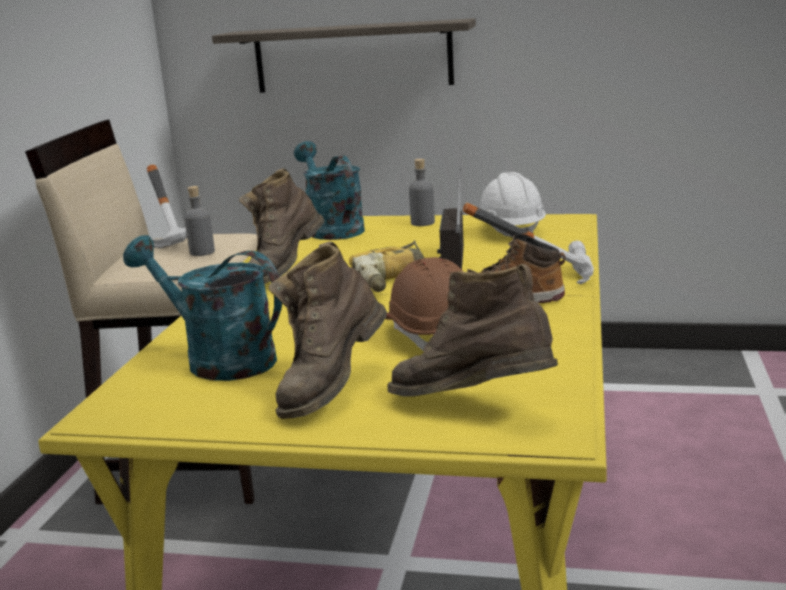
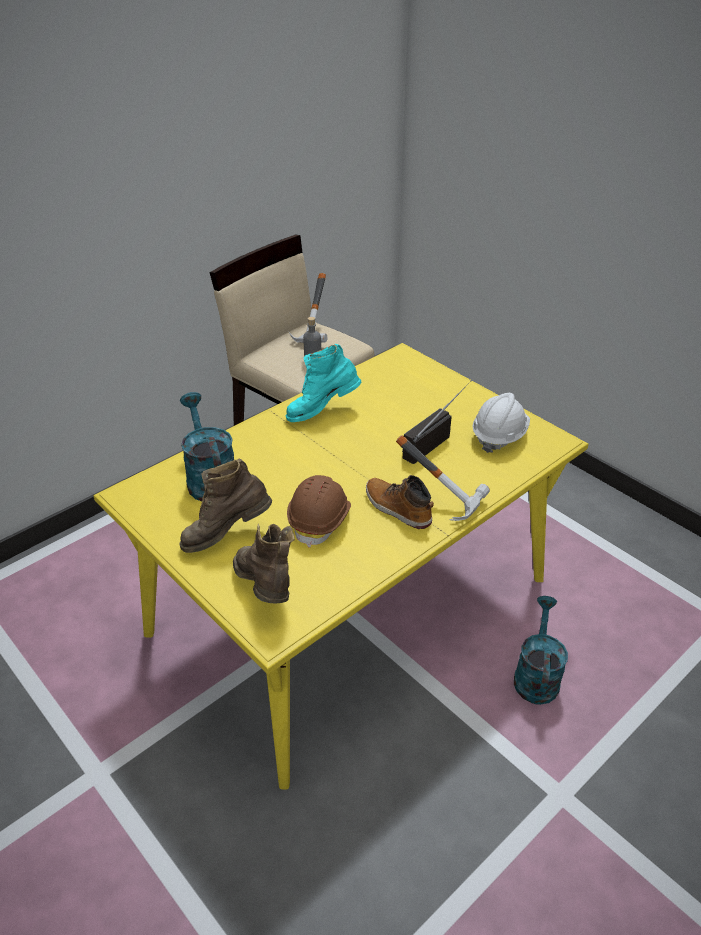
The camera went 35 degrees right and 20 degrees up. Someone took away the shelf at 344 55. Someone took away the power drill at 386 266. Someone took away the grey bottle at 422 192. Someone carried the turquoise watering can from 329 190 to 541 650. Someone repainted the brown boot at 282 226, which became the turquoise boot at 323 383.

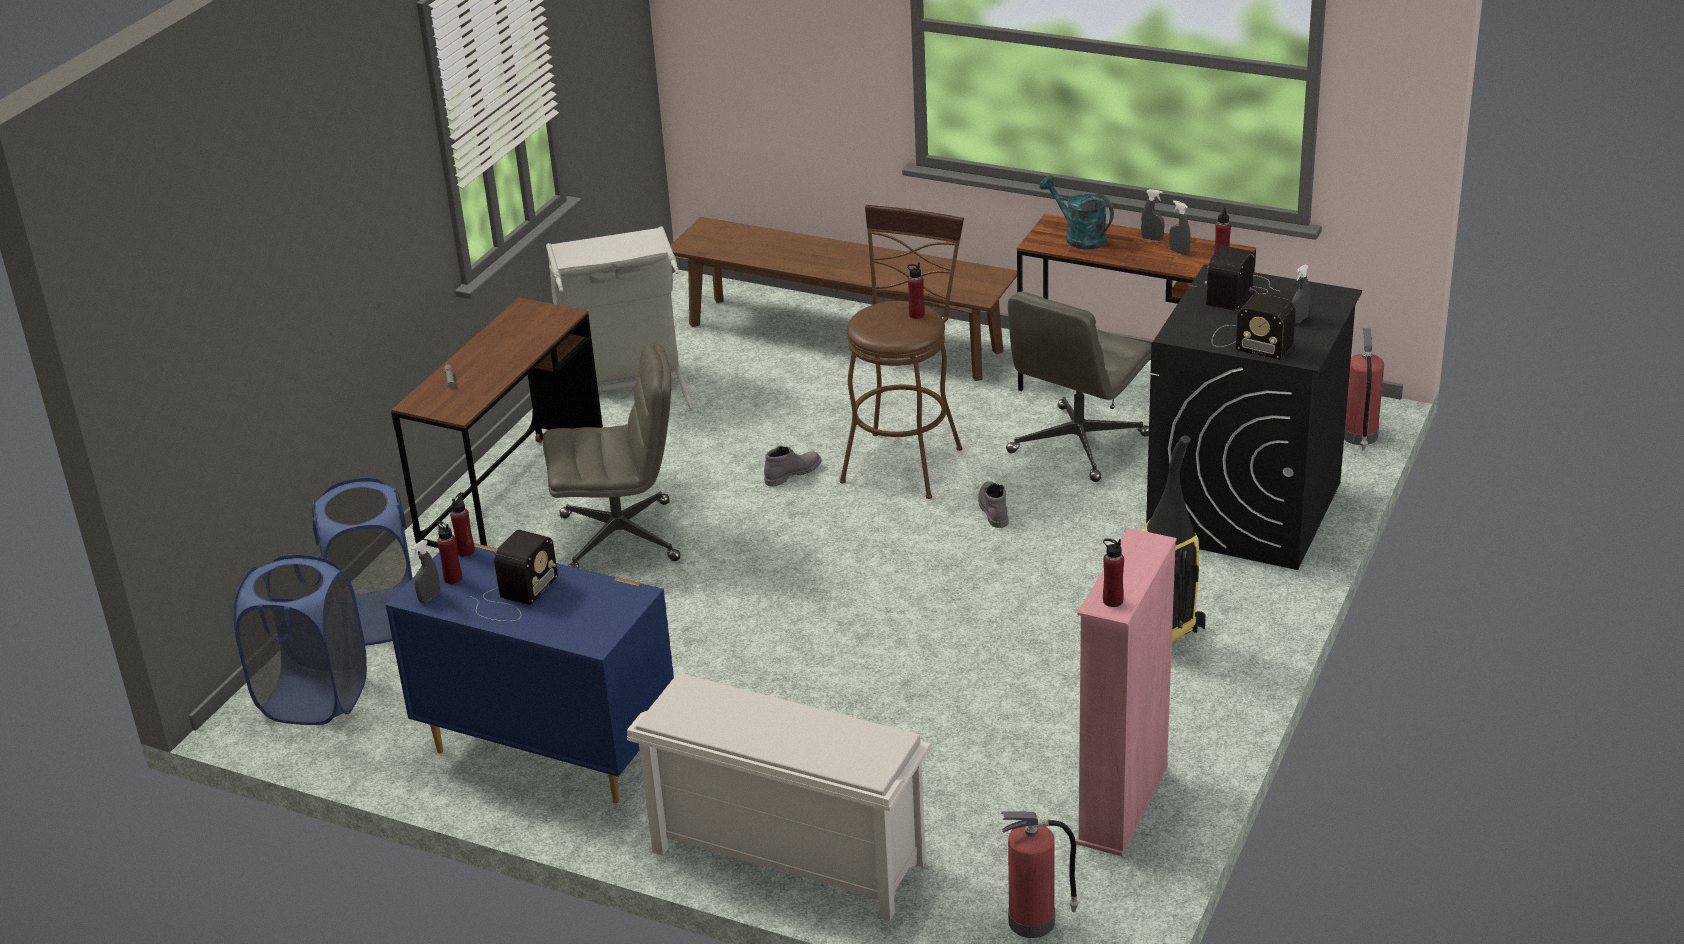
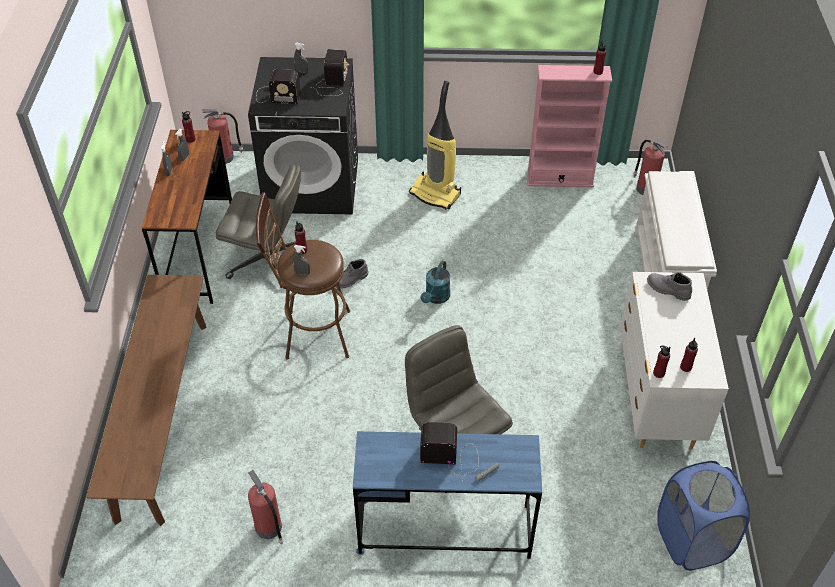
The camera went 115 degrees left and 15 degrees up. Someone took away the blue laundry basket at 362 562. Someone carried the grey spray bottle from 425 571 to 301 260. Someone carried the radio from 514 575 to 449 451. Someone carried the grey boot from 793 466 to 669 286. Someone carried the turquoise watering can from 1077 212 to 435 282. Someone swapped the grey laundry basket at 619 318 for the fire extinguisher at 266 507. Someone repainted the blue dresser at 530 673, which became the white dresser at 674 360. Someone repainted the brown desk at 497 428, which became the blue desk at 447 495.

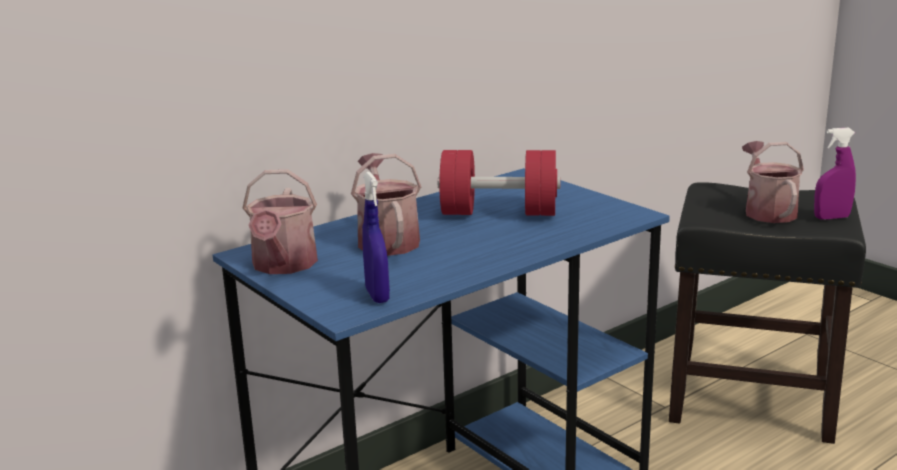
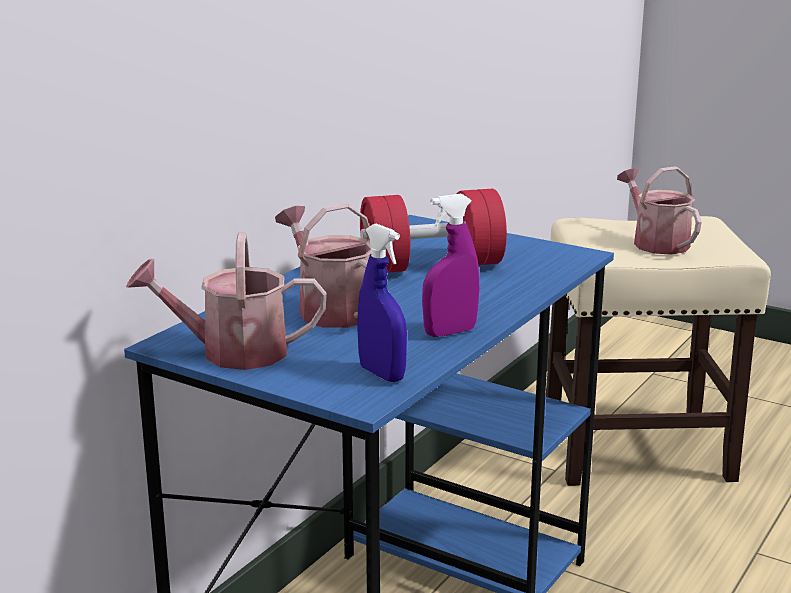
The camera went 20 degrees left and 0 degrees up. Someone carried the purple spray bottle from 835 174 to 450 265. Someone repainted the black stool at 767 313, which became the beige stool at 658 351. Someone rotated the watering can at 280 221 by 105 degrees clockwise.

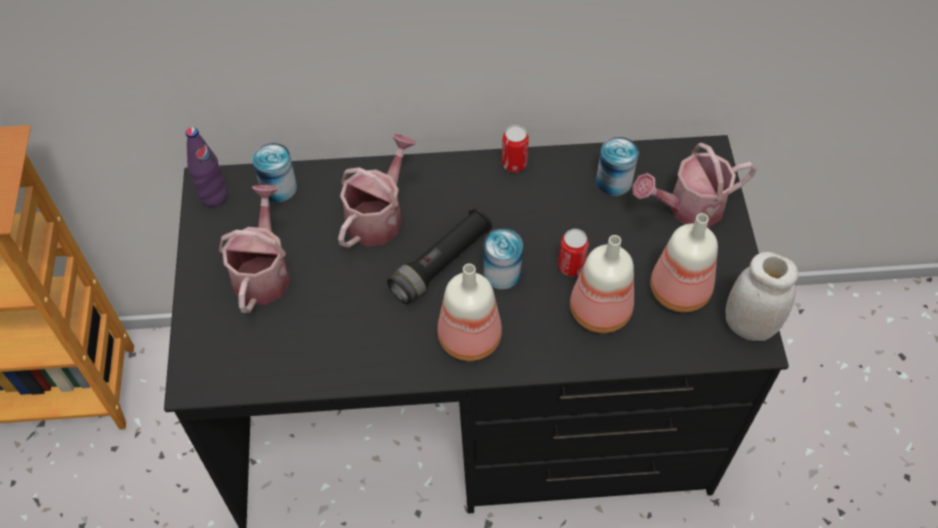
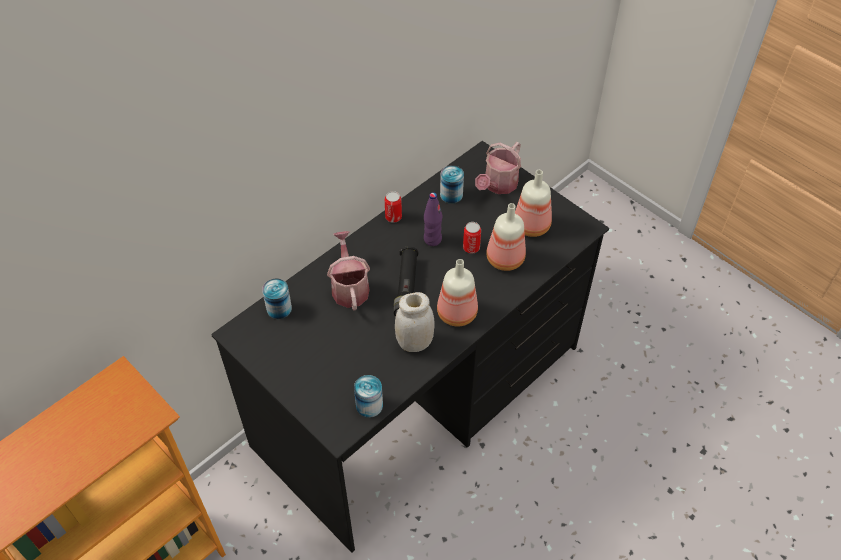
The camera went 40 degrees left and 5 degrees down. Someone took away the watering can at 254 249. Someone carried the purple bottle from 207 167 to 433 219. Someone carried the can from 503 259 to 368 396. Someone carried the white jar from 761 296 to 415 322.

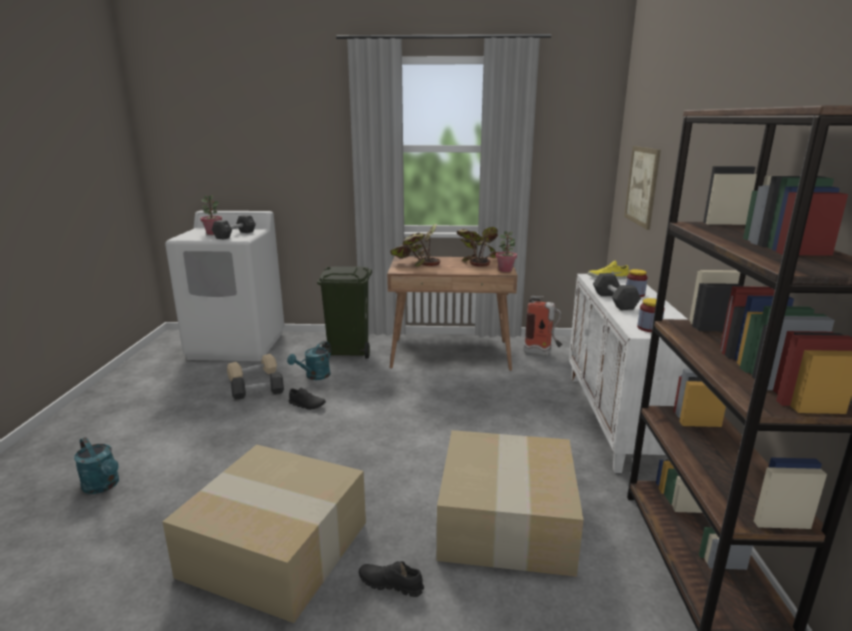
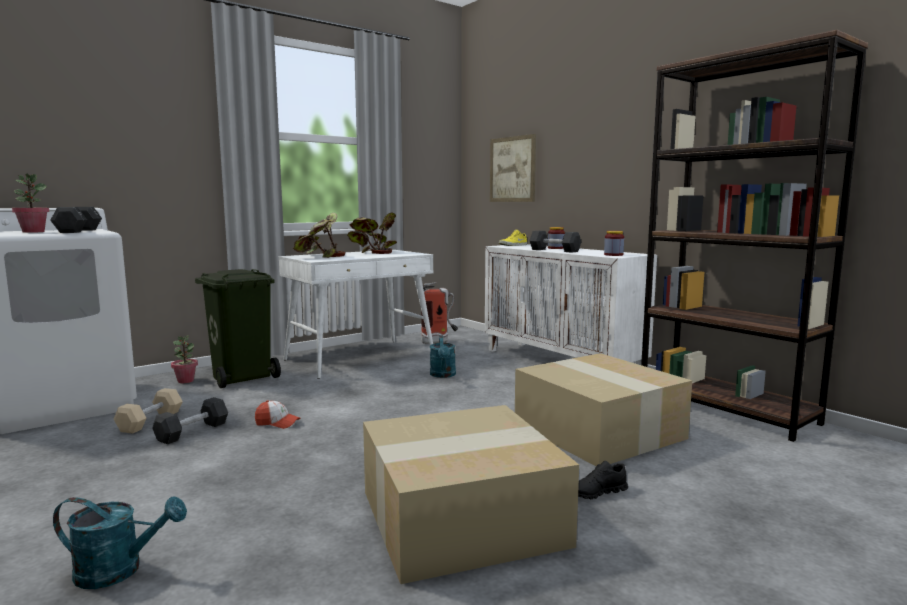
The camera went 40 degrees left and 10 degrees down. Someone carried the turquoise watering can from 309 360 to 443 356. Someone carried the potted plant from 506 251 to 184 359. Someone swapped the black shoe at 307 399 for the cap at 278 414. Someone repainted the brown desk at 452 313, which became the white desk at 356 314.

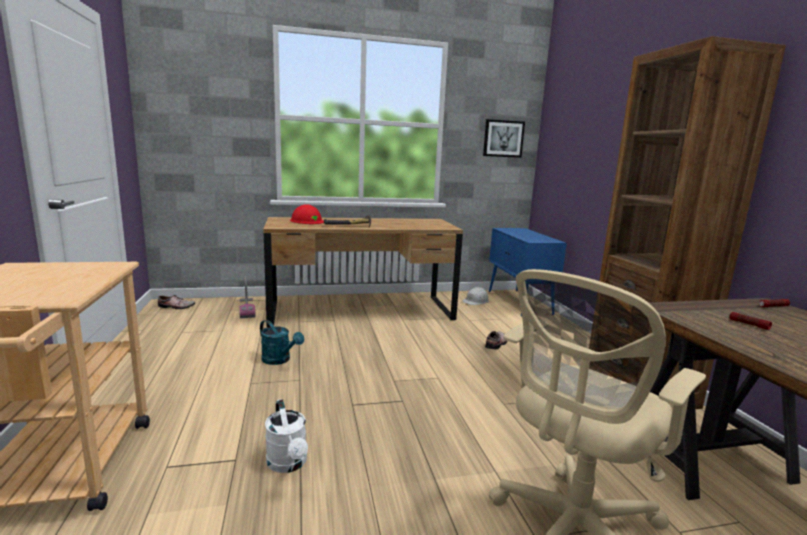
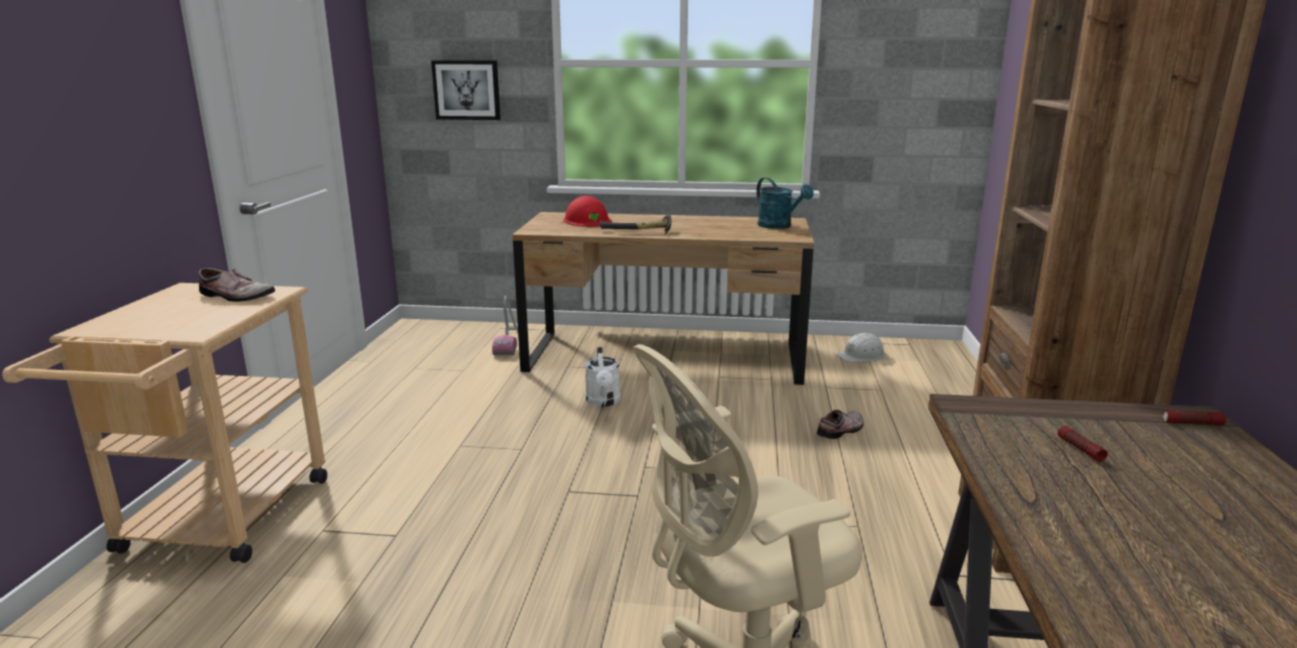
The camera went 20 degrees right and 5 degrees up. Someone took away the blue cabinet at 528 272. Someone carried the shoe from 176 302 to 236 285. Someone carried the turquoise watering can from 282 342 to 785 203. Someone carried the white watering can from 286 436 to 602 377. Someone carried the picture from 504 138 to 465 90.

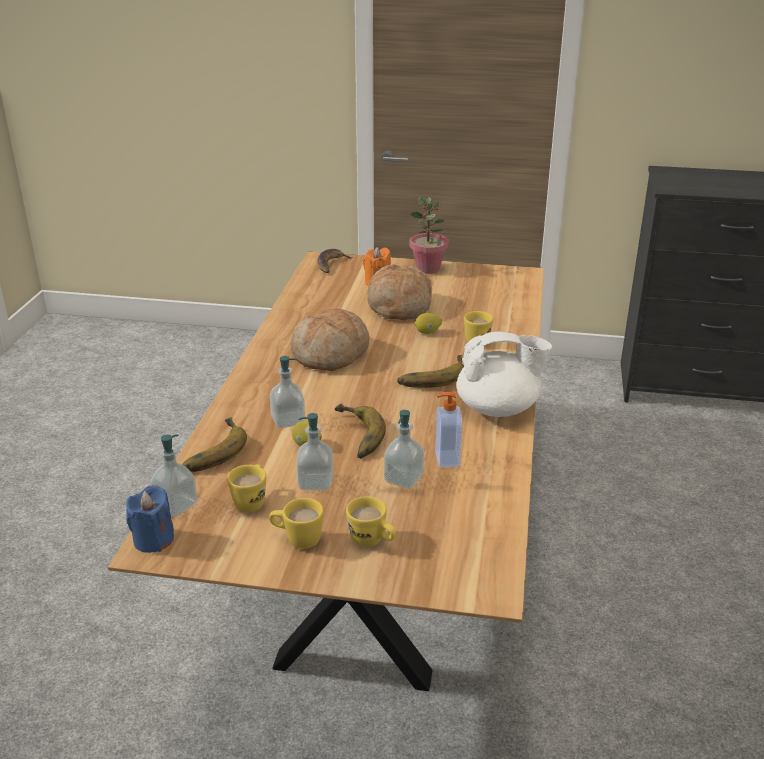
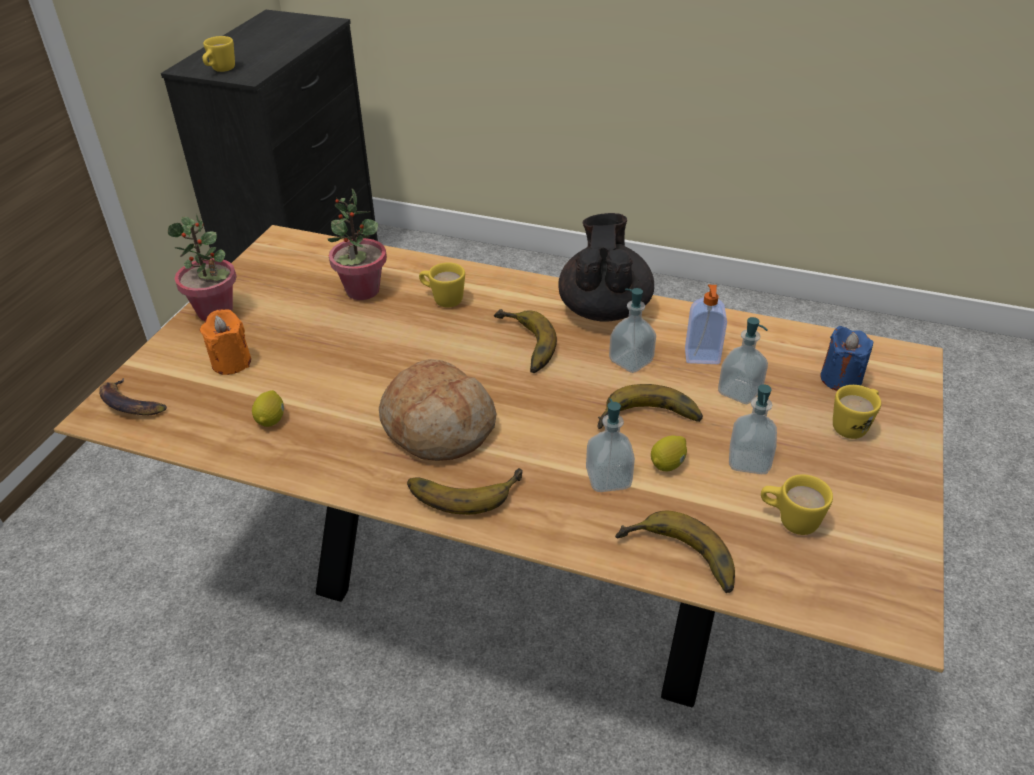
The camera went 80 degrees left and 10 degrees up. Someone took away the bread at 399 292. Someone put down the potted plant at 357 244. Someone put down the banana at 465 491. Someone carried the blue candle from 150 519 to 846 358. Someone carried the soap dispenser from 174 475 to 632 330. Someone carried the yellow mug from 296 523 to 218 54. Someone carried the lemon from 428 323 to 268 408. Someone repainted the white teapot at 504 374, which became the black teapot at 606 267.

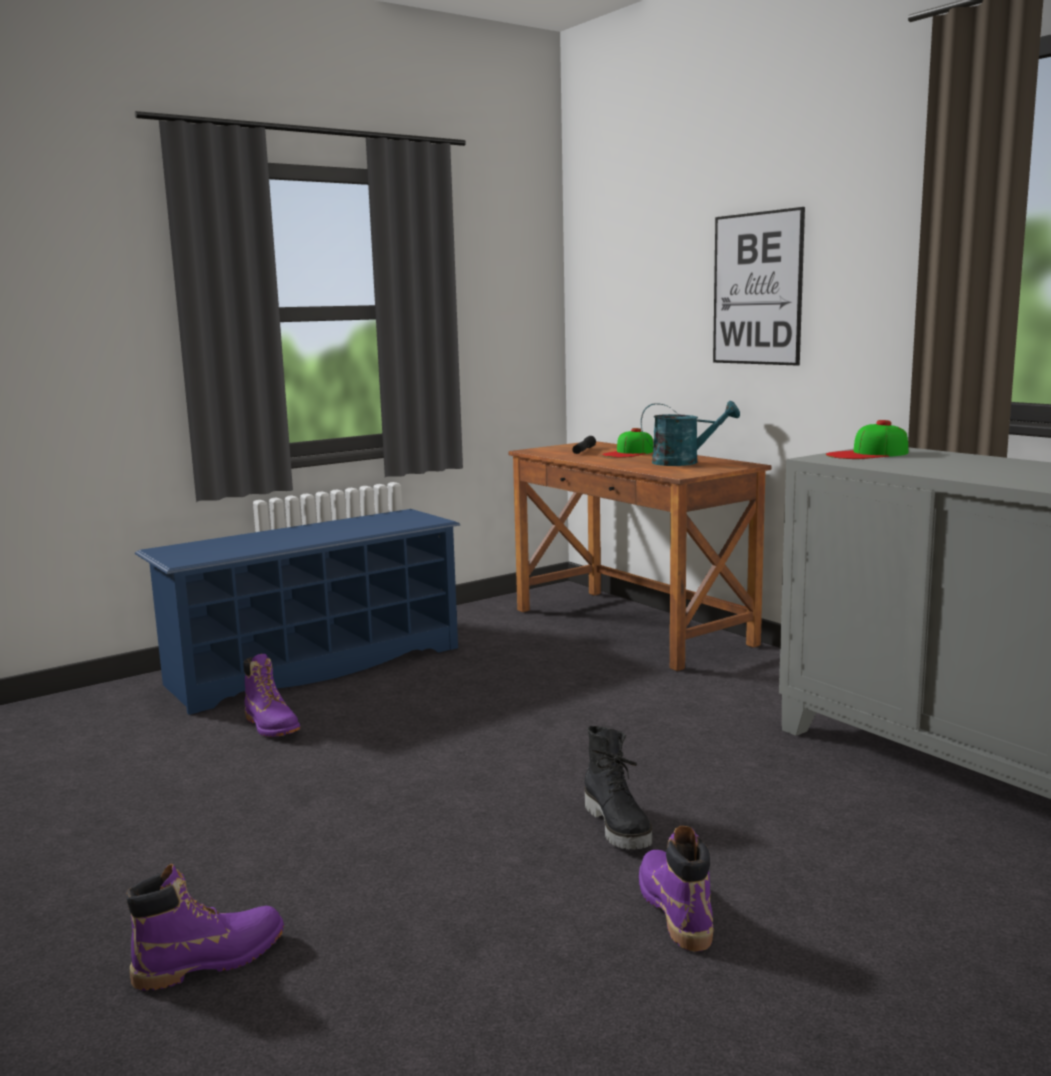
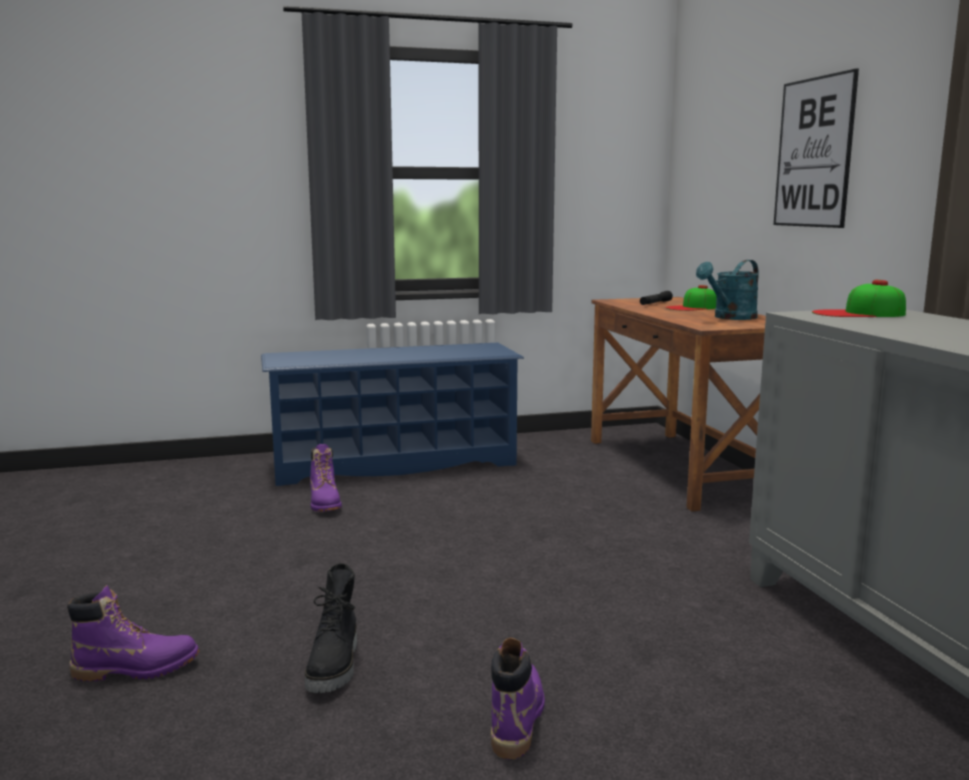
The camera went 20 degrees right and 0 degrees up. Someone carried the black boot from 618 788 to 331 628. Someone rotated the turquoise watering can at 690 433 by 120 degrees clockwise.

